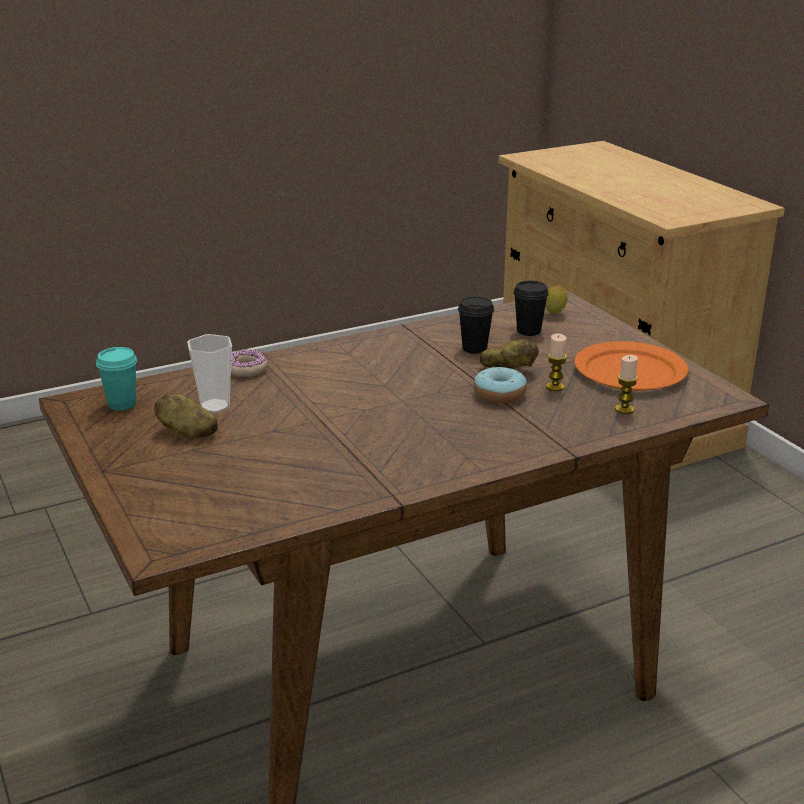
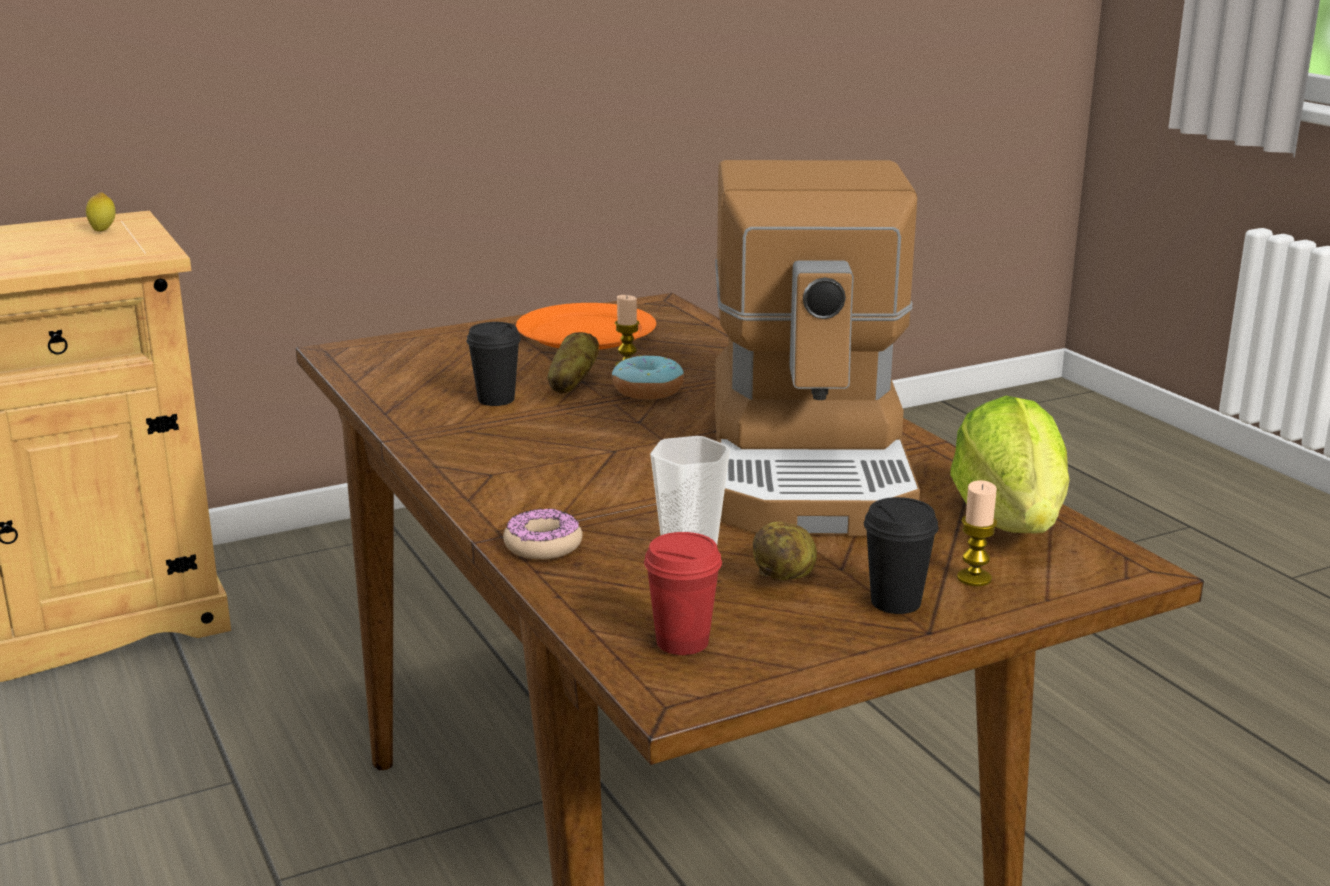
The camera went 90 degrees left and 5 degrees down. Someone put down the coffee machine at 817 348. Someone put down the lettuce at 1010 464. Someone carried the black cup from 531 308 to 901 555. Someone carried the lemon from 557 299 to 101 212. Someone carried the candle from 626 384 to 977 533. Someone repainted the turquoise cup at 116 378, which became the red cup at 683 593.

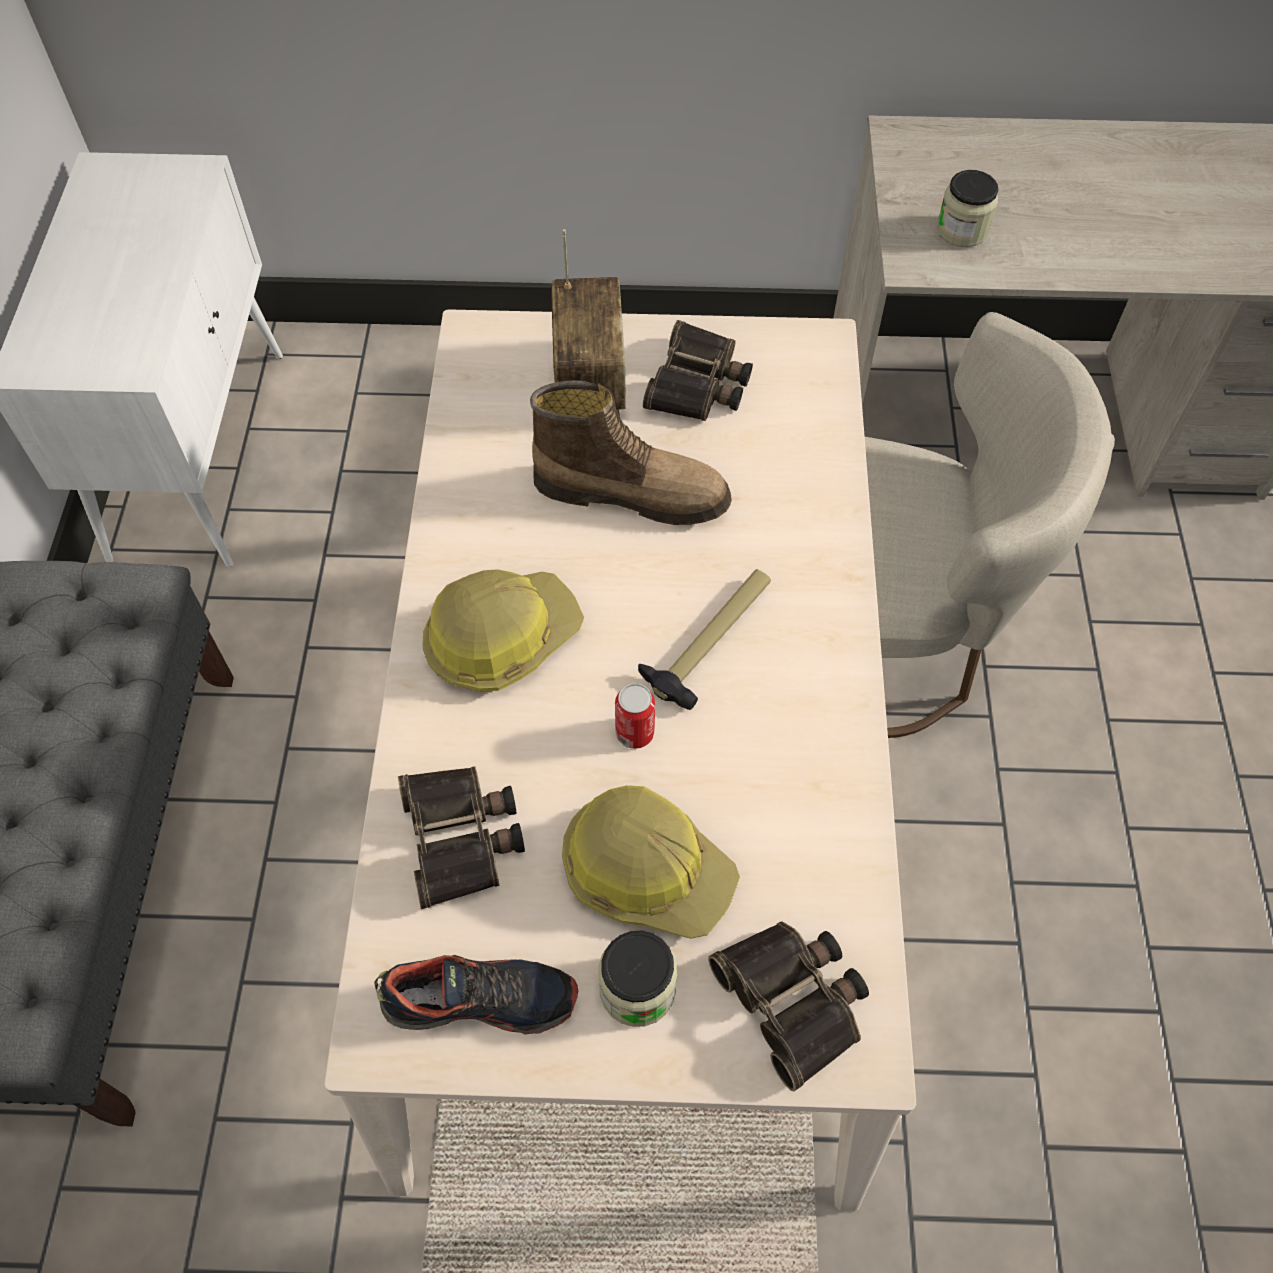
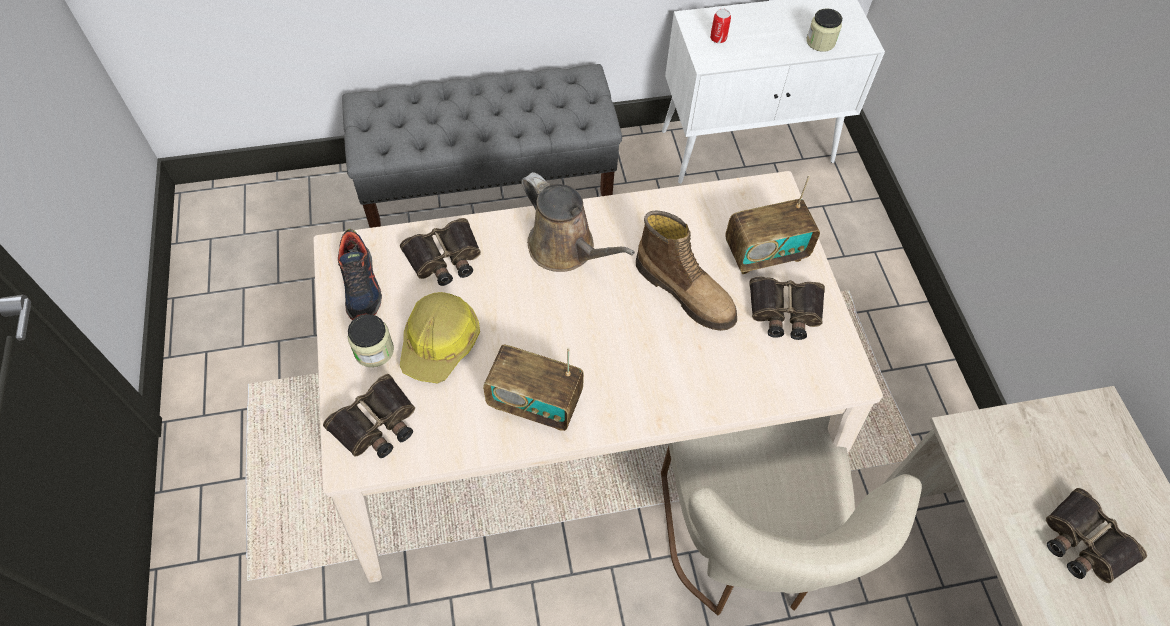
The camera went 75 degrees right and 0 degrees up. Someone took away the hammer at 704 639. Someone put down the radio at 533 388. Someone put down the binoculars at 1096 535. Someone carried the can from 635 716 to 720 26. Someone carried the jar from 967 208 to 824 30. Someone swapped the hard hat at 503 630 for the brown watering can at 578 222. Someone rotated the boot at 631 452 by 45 degrees counterclockwise.

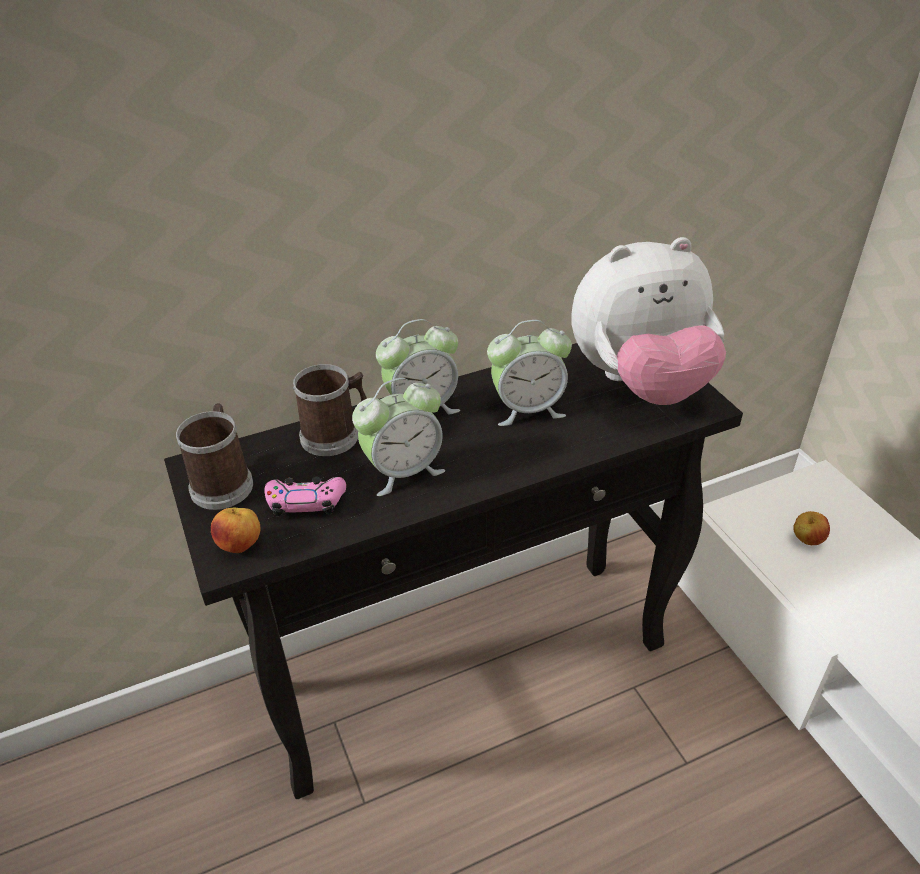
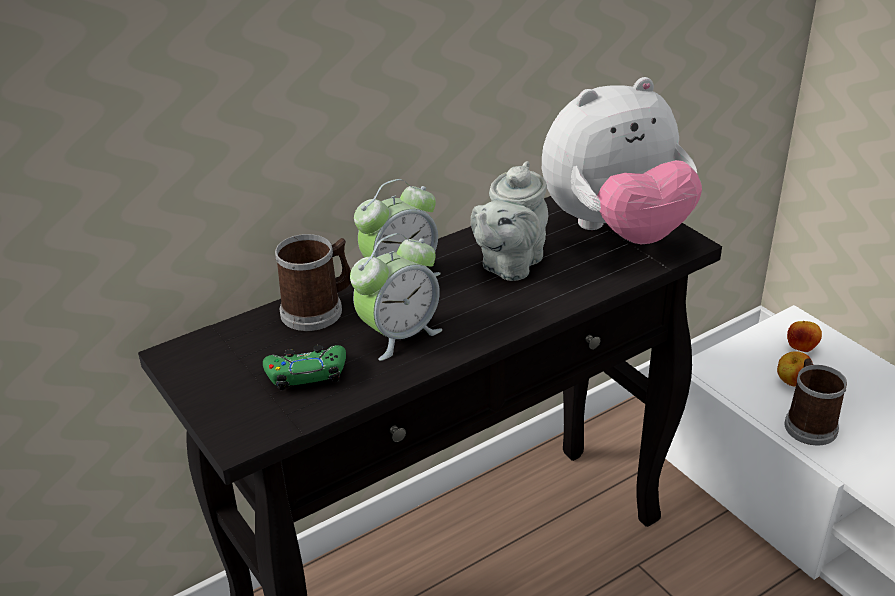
The camera went 10 degrees left and 5 degrees down. Someone carried the mug from 214 457 to 815 402. Someone carried the apple from 235 530 to 804 336. Someone swapped the alarm clock at 529 373 for the grey teapot at 509 221. Someone repainted the pink game controller at 305 496, which became the green game controller at 304 367.

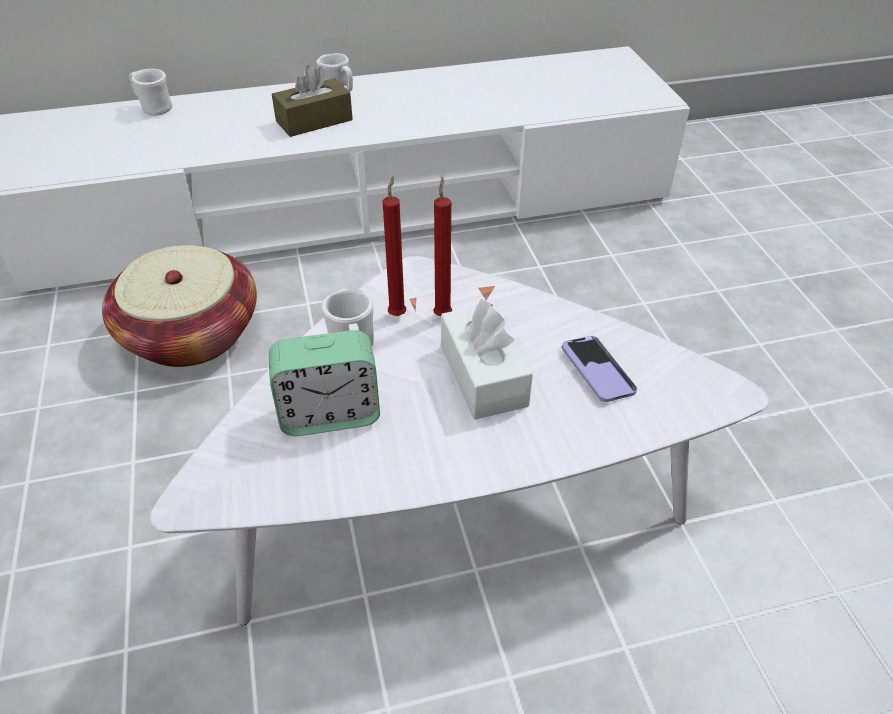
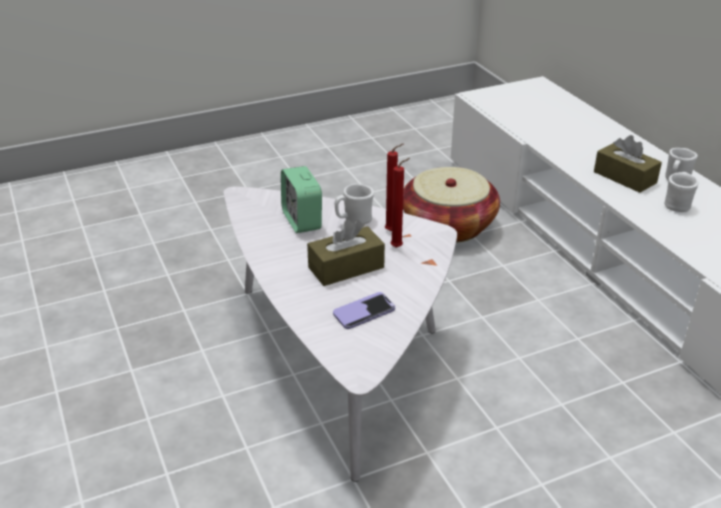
The camera went 80 degrees right and 10 degrees down. Someone carried the white mug from 150 92 to 682 192. Someone repainted the white tissue box at 487 359, which became the brown tissue box at 346 253.

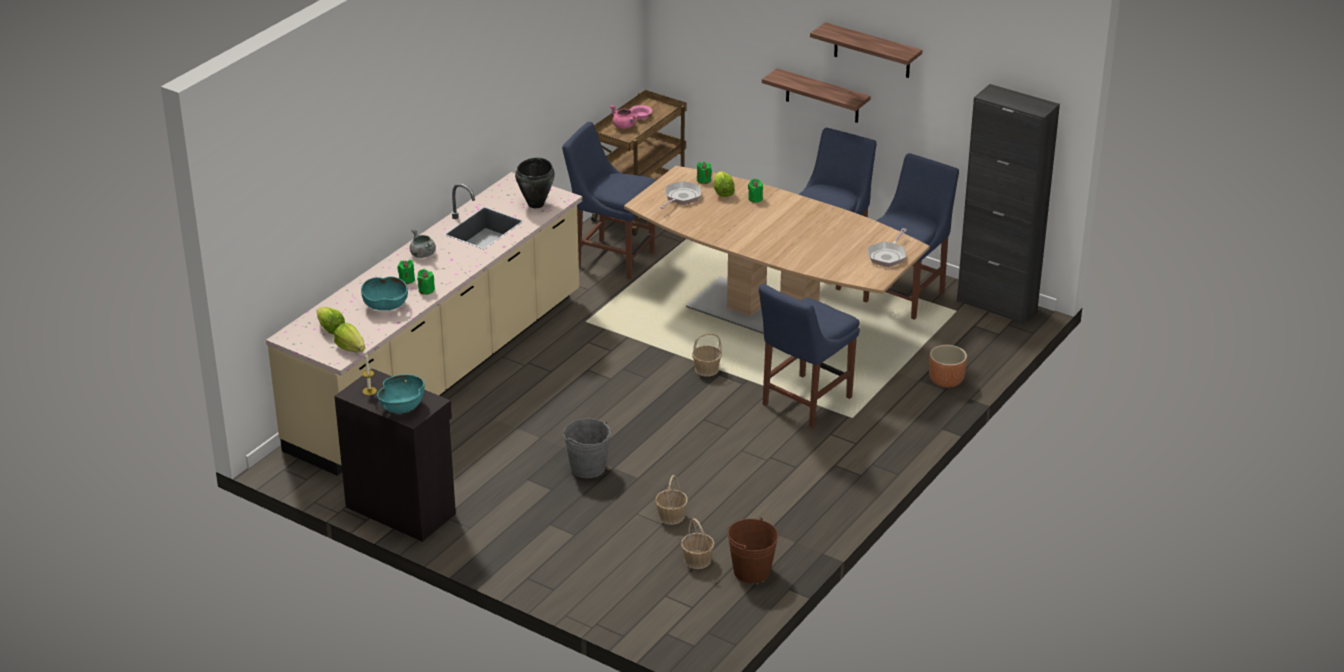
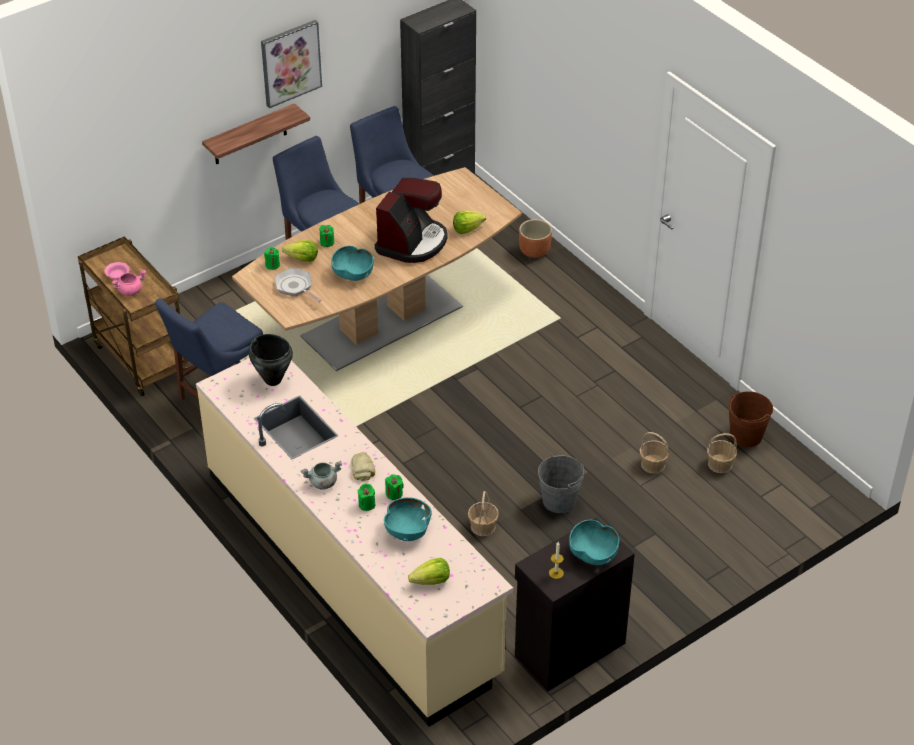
The camera went 70 degrees left and 10 degrees up. Someone took away the blue chair at 809 356. Someone took away the frying pan at 887 247. Someone put down the turquoise bowl at 352 263. Someone put down the bread at 363 466. Someone put down the coffee machine at 411 220. Someone carried the lettuce from 349 337 to 469 222. Someone carried the basket from 707 355 to 483 513. Someone swapped the shelf at 866 50 for the picture at 291 64.

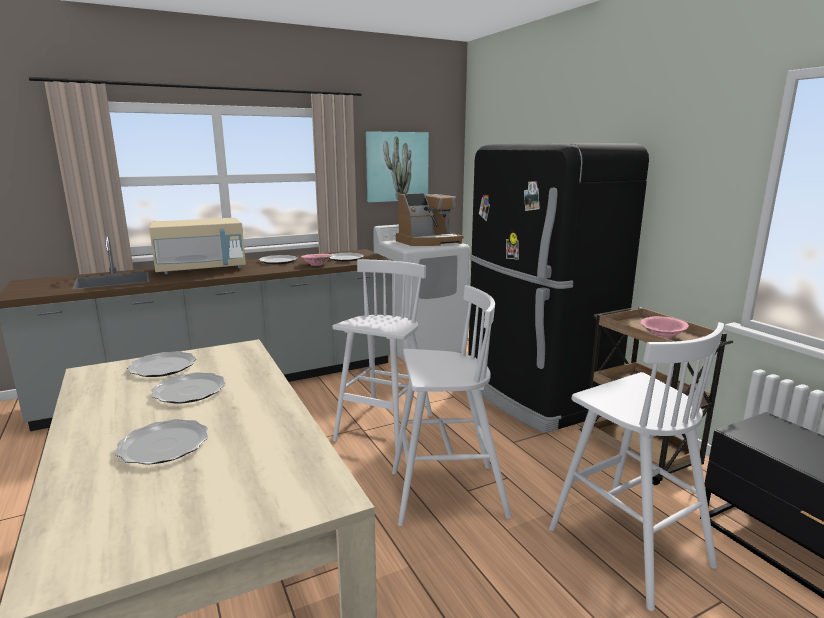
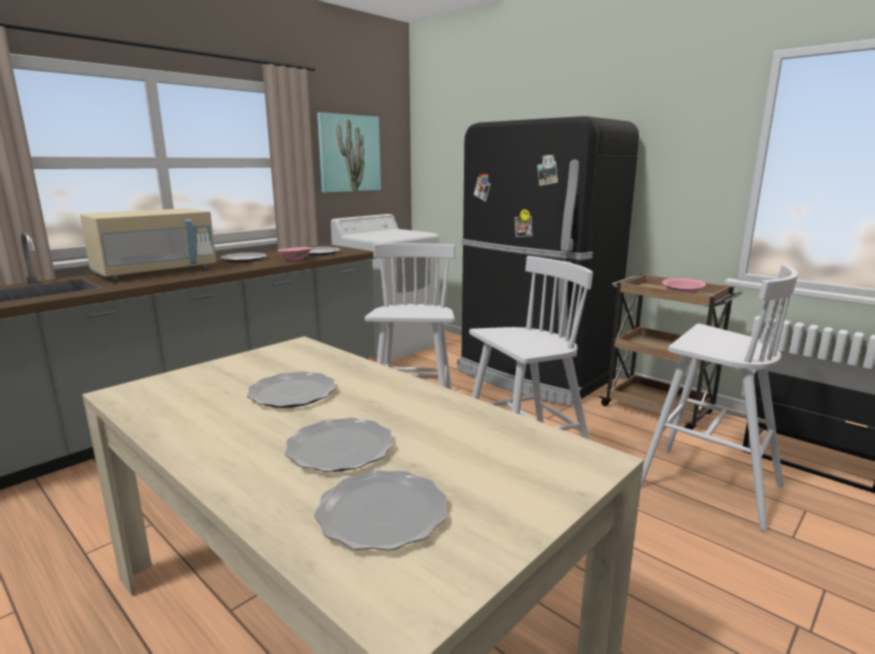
The camera went 20 degrees left and 0 degrees up. Someone took away the coffee machine at 429 219. Someone carried the plate from 161 364 to 381 510.

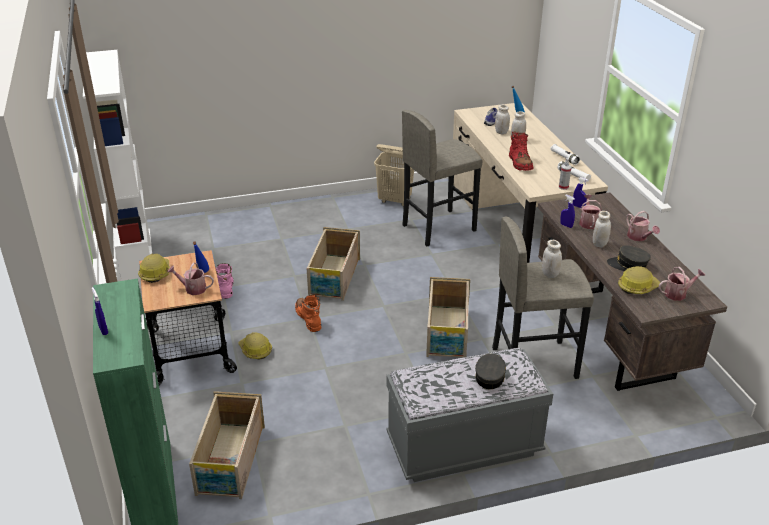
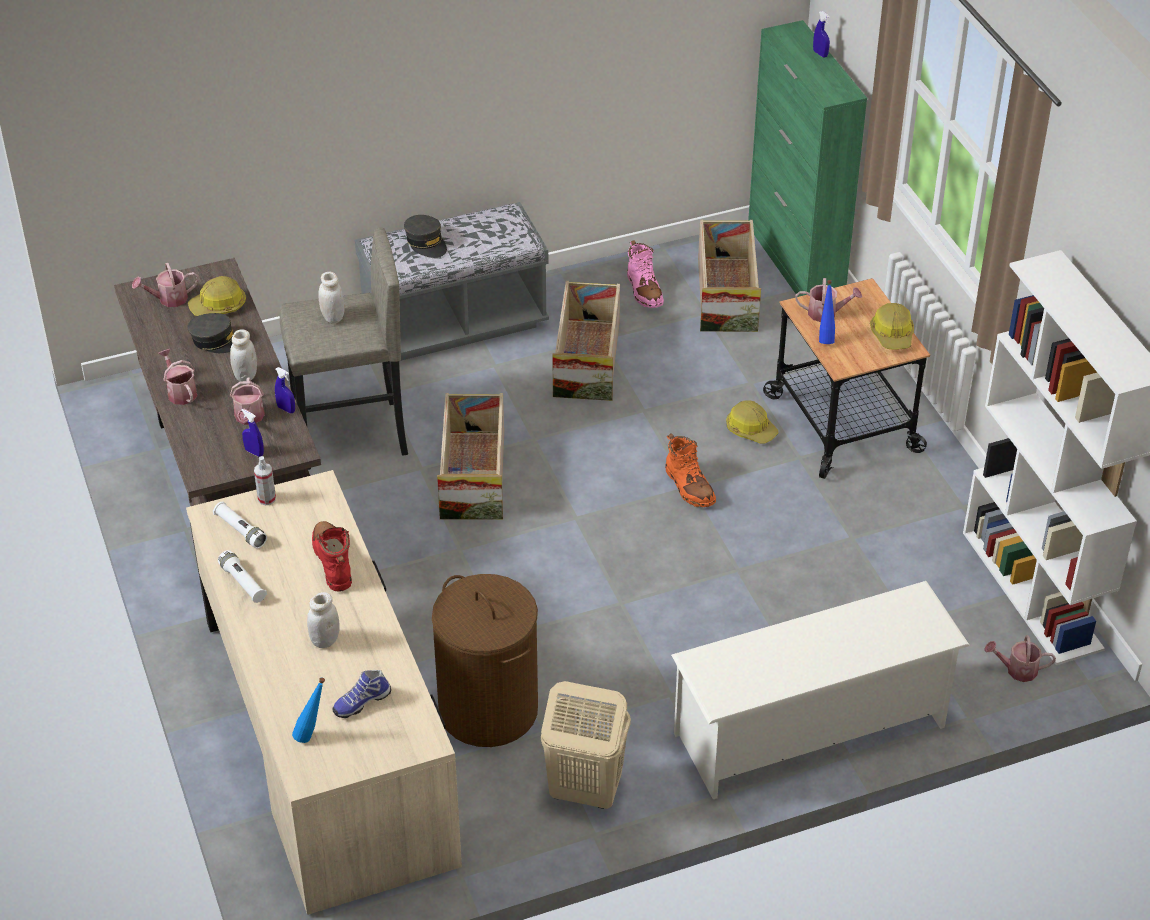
The camera went 175 degrees right and 10 degrees up. Someone took away the white jar at 502 119. Someone put down the white shoe rack at 820 690. Someone put down the watering can at 1020 658. Someone carried the pink boot from 224 281 to 645 274. Someone carried the crate from 333 264 to 586 341. Someone swapped the grey stool at 442 178 for the brown laundry basket at 485 660. Someone rotated the grey cap at 490 371 by 45 degrees counterclockwise.

